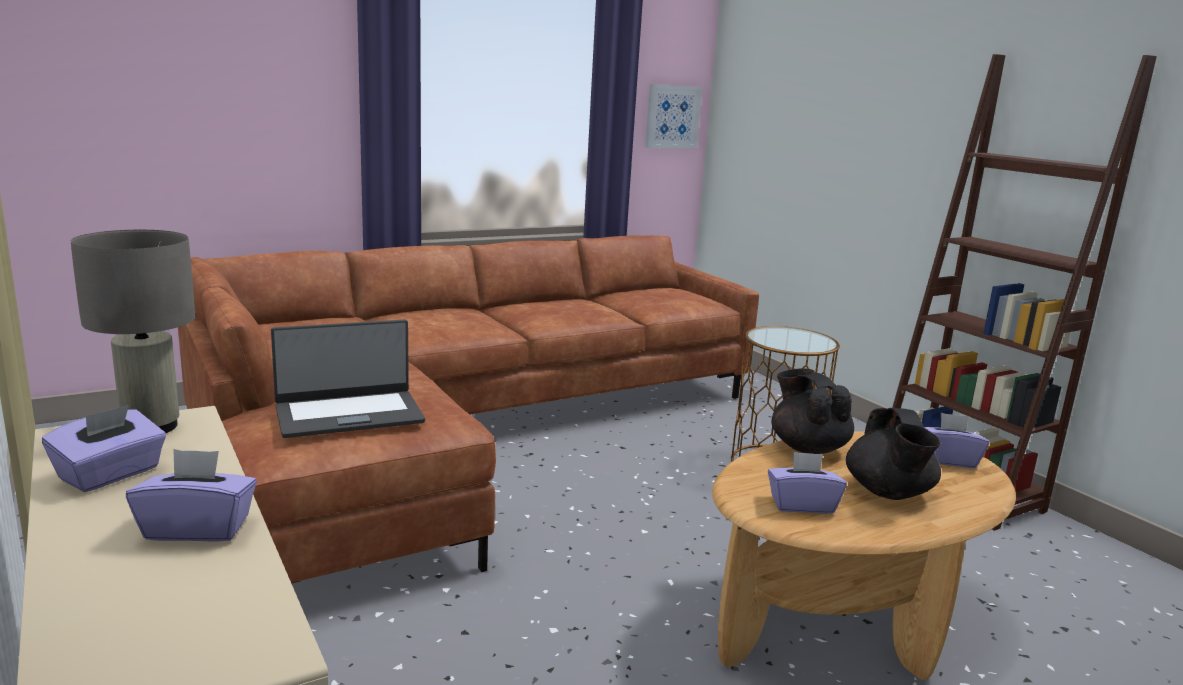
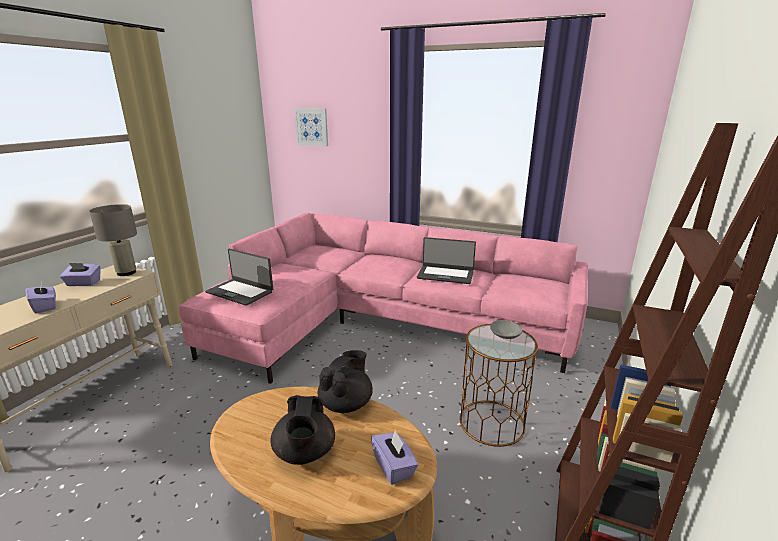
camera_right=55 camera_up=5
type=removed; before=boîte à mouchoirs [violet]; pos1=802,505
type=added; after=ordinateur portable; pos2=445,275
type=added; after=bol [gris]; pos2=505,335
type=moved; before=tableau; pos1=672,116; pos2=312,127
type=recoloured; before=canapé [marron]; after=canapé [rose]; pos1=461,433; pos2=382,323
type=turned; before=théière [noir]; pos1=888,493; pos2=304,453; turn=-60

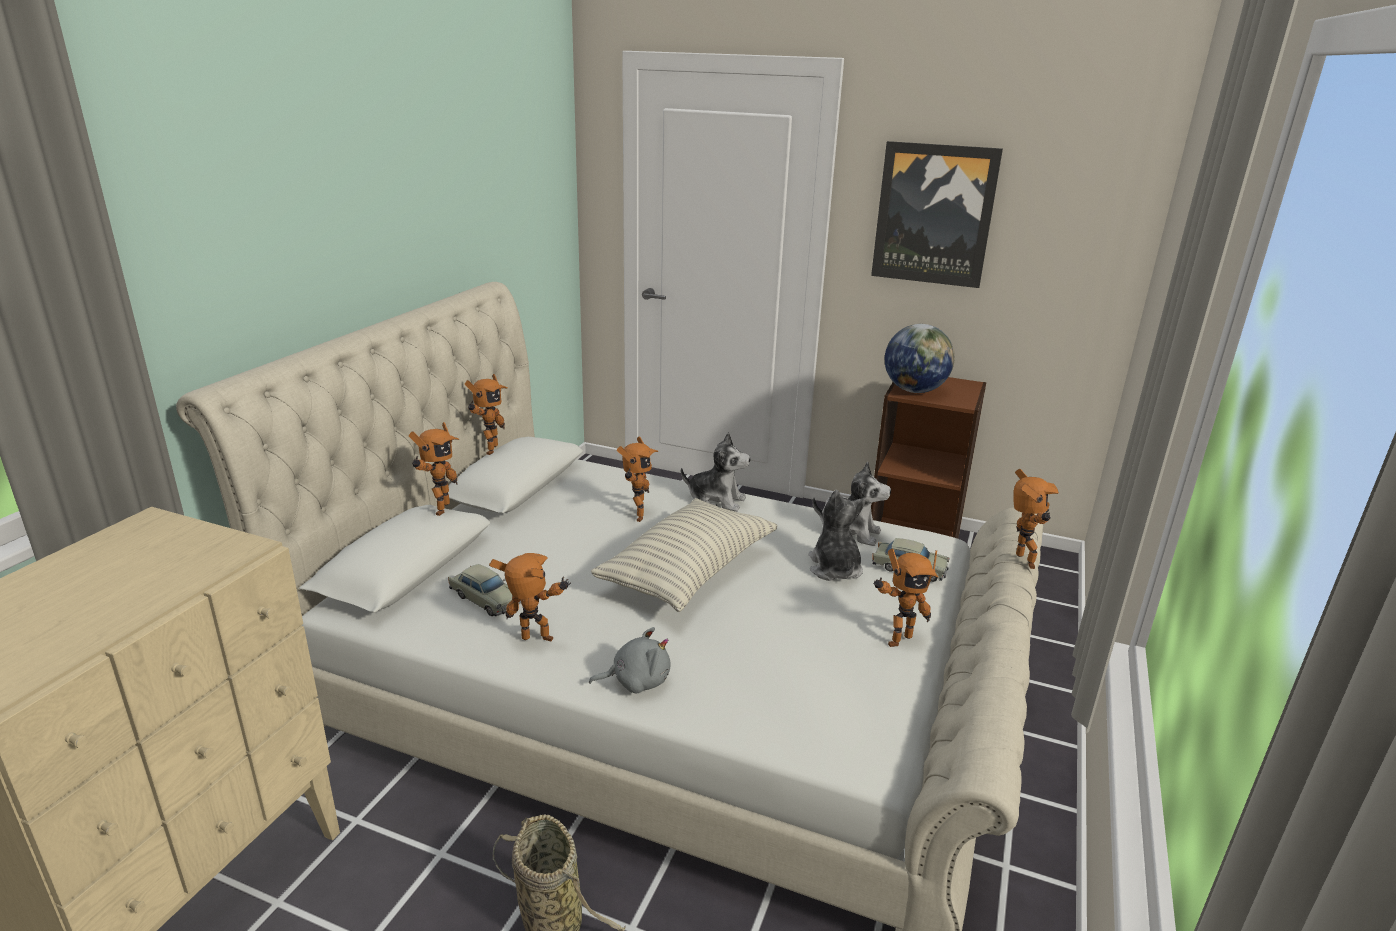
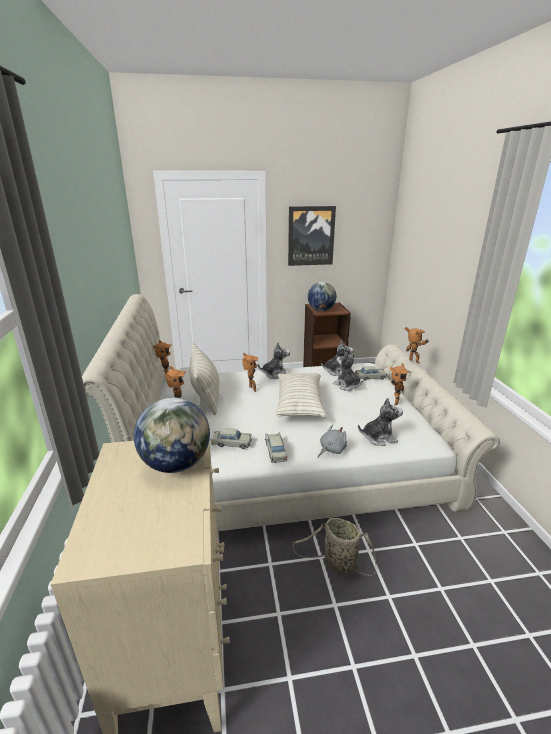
camera_right=-30 camera_up=0
type=added; after=globe; pos2=176,464
type=added; after=coussin; pos2=206,395
type=added; after=peluche; pos2=378,437
type=replaced; before=robot jouet; after=petite voiture [beige]; pos1=536,642; pos2=275,451

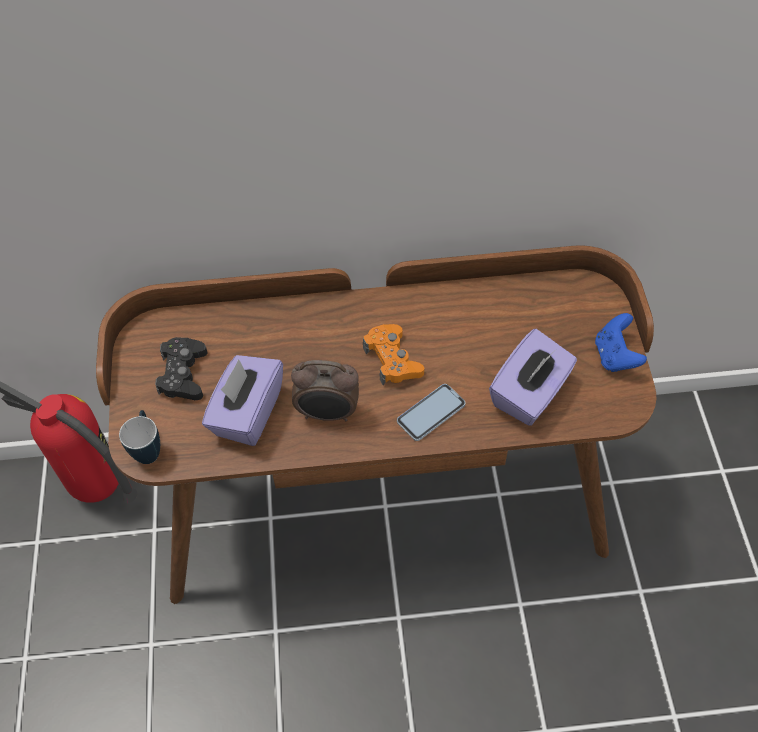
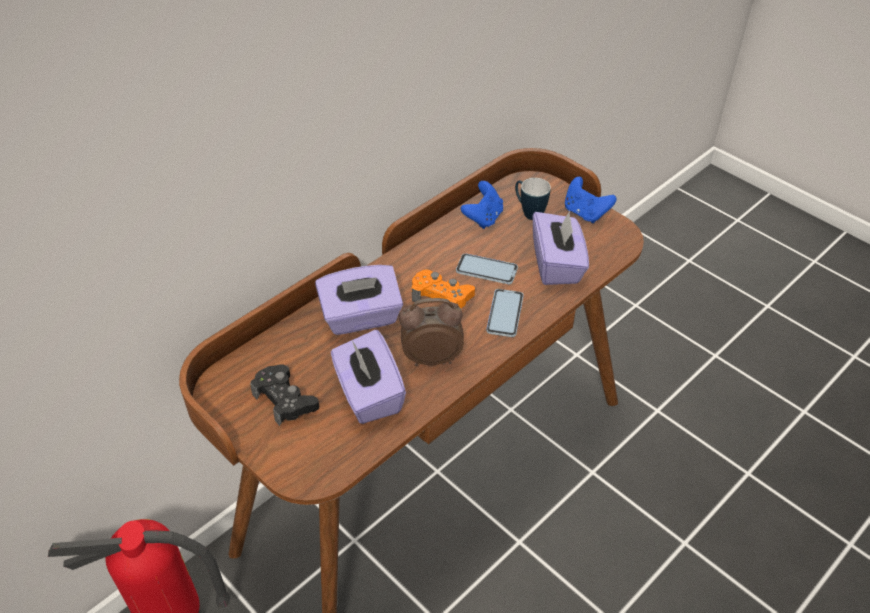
camera_right=-40 camera_up=-10
type=added; after=boîte à mouchoirs [violet]; pos2=361,317
type=added; after=téléphone; pos2=486,270
type=added; after=manette [bleu]; pos2=483,218
type=moved; before=mug; pos1=148,448; pos2=528,212
type=turned; before=réveil; pos1=328,413; pos2=431,358; turn=-150

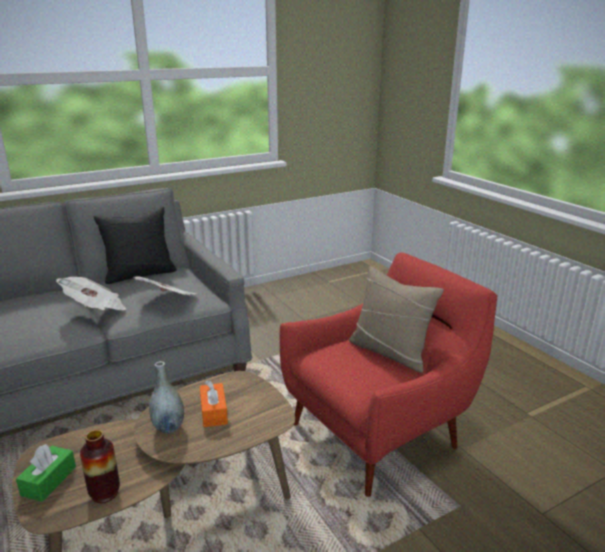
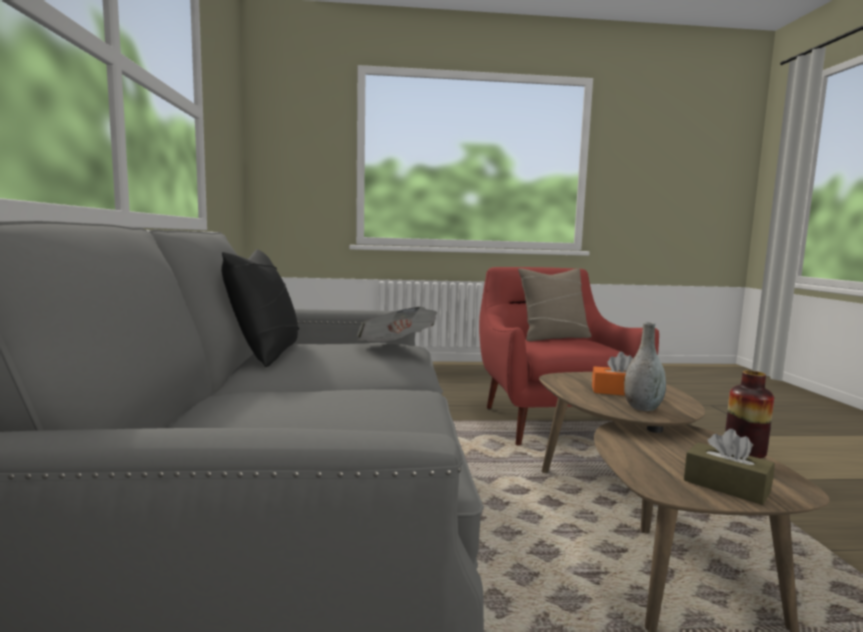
camera_right=-65 camera_up=-15
type=removed; before=journal; pos1=95,309
type=recoloured; before=boîte à mouchoirs [vert]; after=boîte à mouchoirs [marron]; pos1=49,481; pos2=726,486

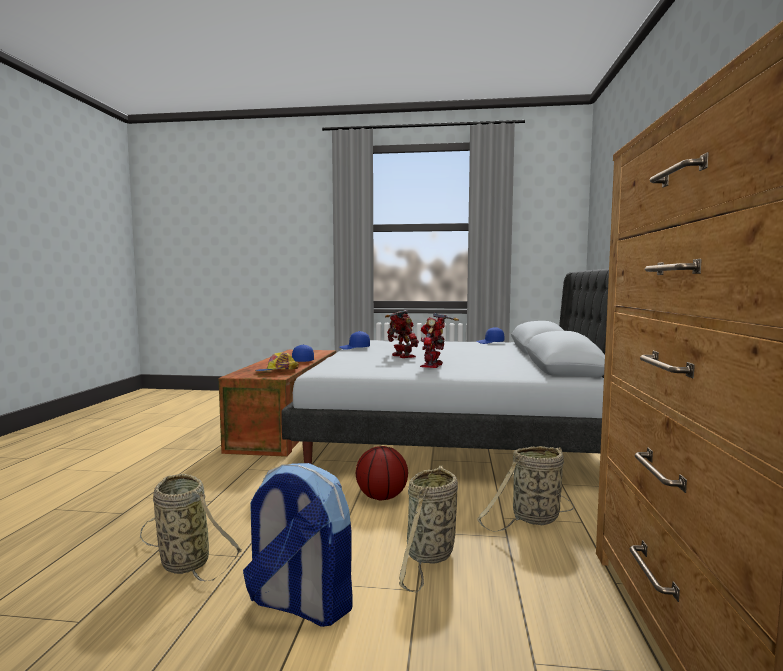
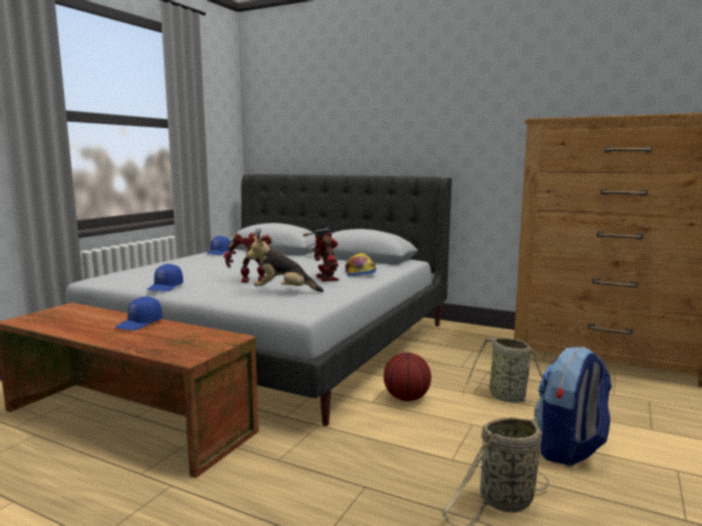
camera_right=-70 camera_up=5
type=removed; before=panier; pos1=533,519
type=added; after=peluche; pos2=283,292
type=moved; before=casquette; pos1=277,371; pos2=360,273
type=turned; before=robot jouet; pos1=433,365; pos2=325,279; turn=-150

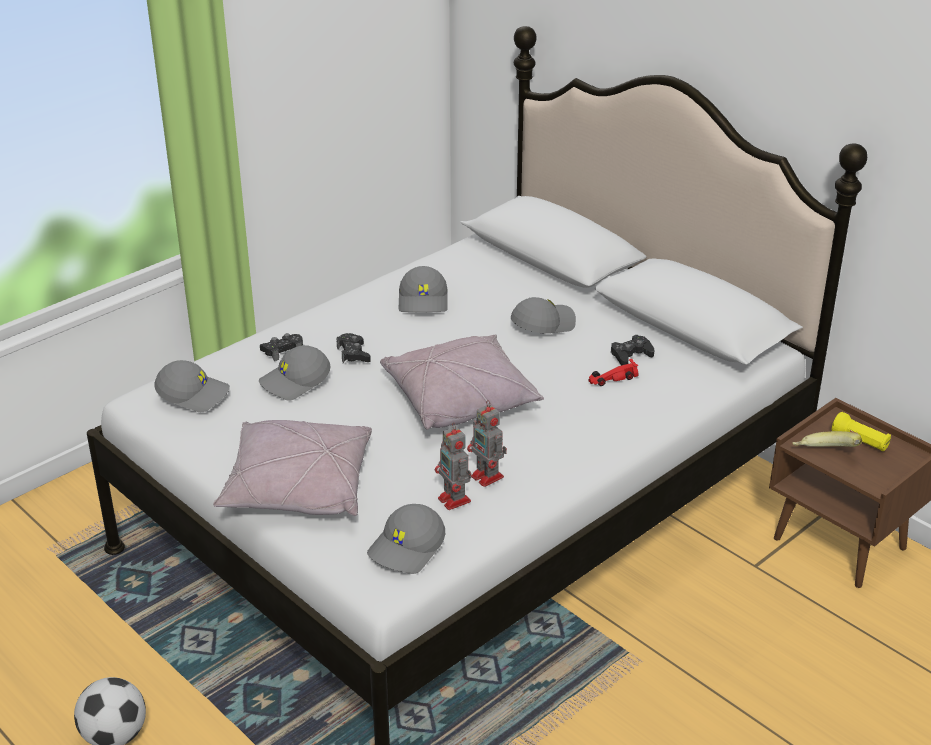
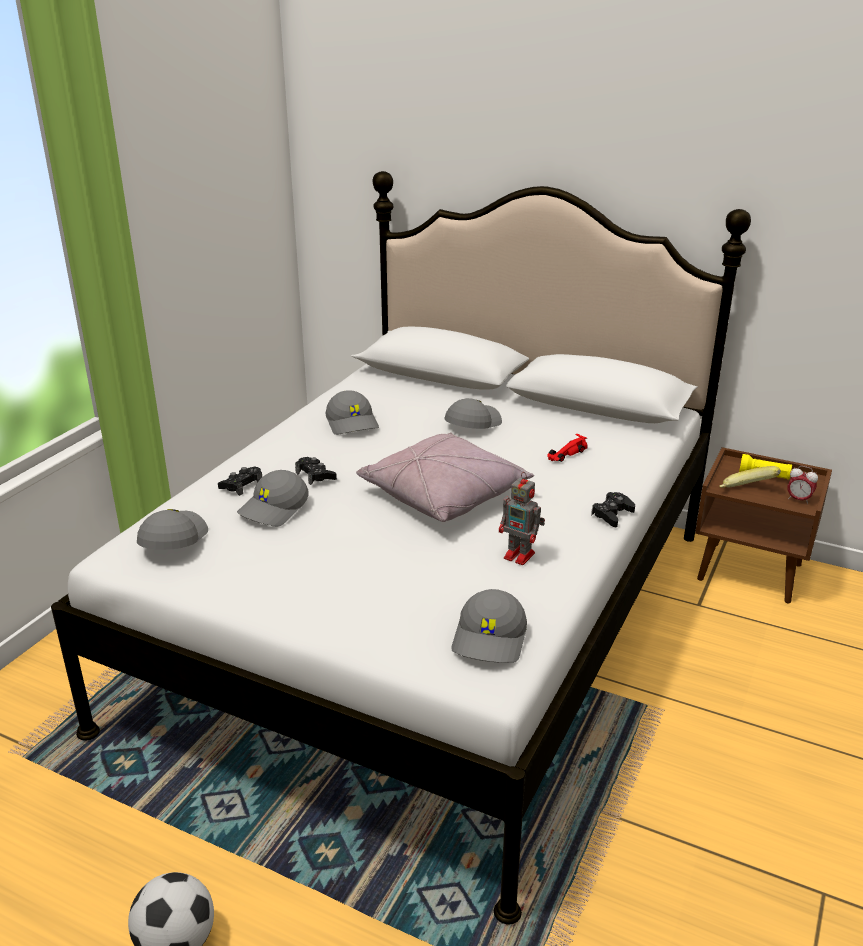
camera_right=-20 camera_up=-5
type=removed; before=coussin [violet]; pos1=298,488
type=removed; before=robot jouet; pos1=455,501
type=added; after=réveil; pos2=798,500
type=moved; before=manette [noir]; pos1=631,355; pos2=612,514
type=turned; before=casquette [gris]; pos1=194,394; pos2=172,539; turn=-75

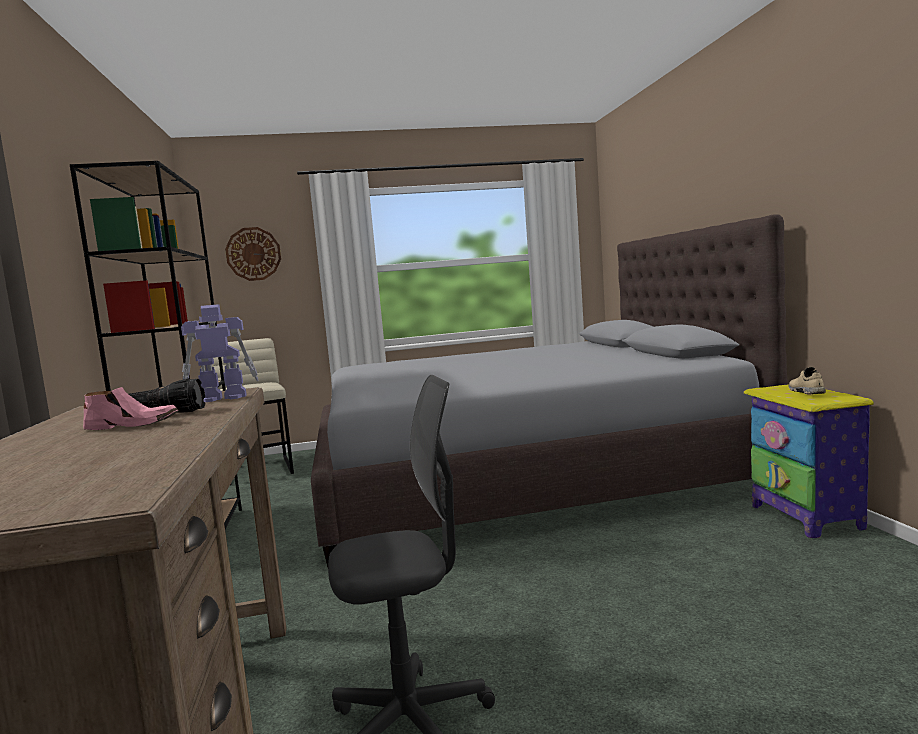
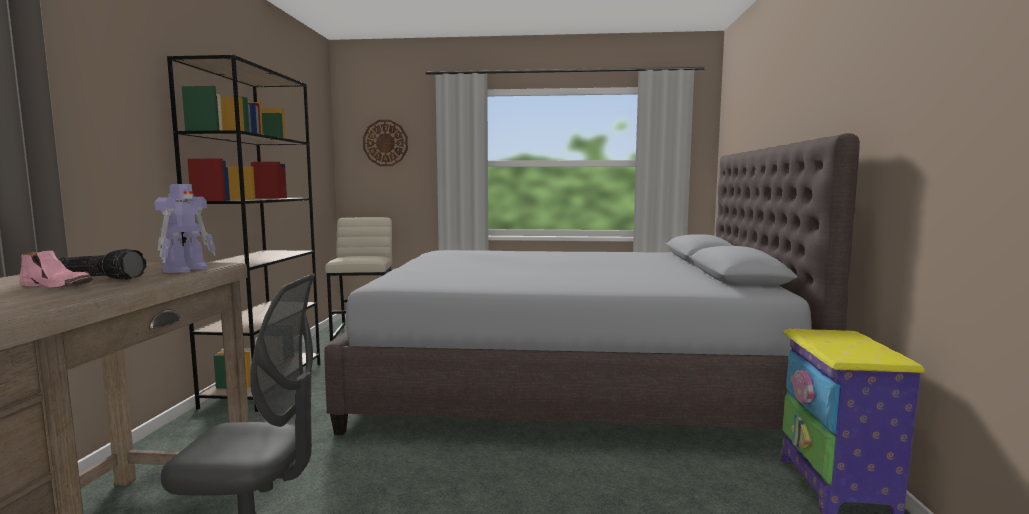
camera_right=15 camera_up=0
type=removed; before=chaussure [beige]; pos1=805,391
type=turned; before=robot jouet; pos1=222,398; pos2=187,269; turn=105

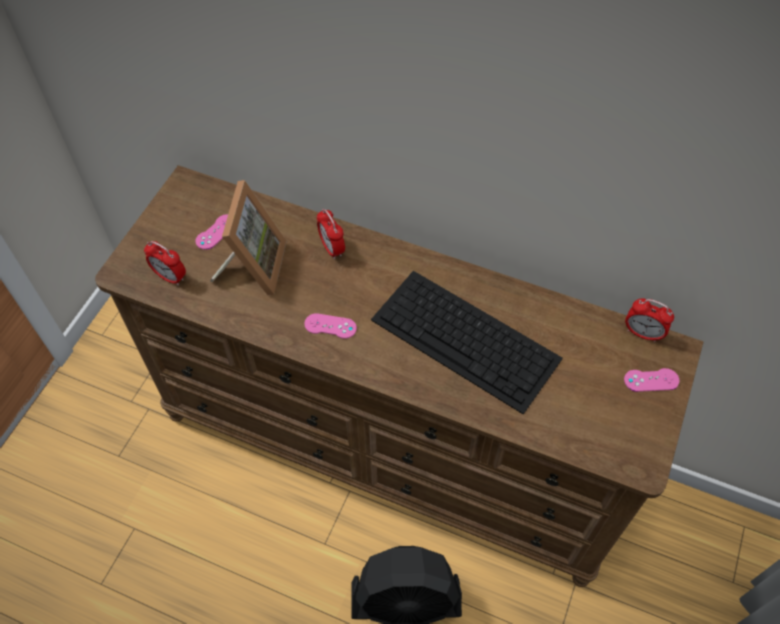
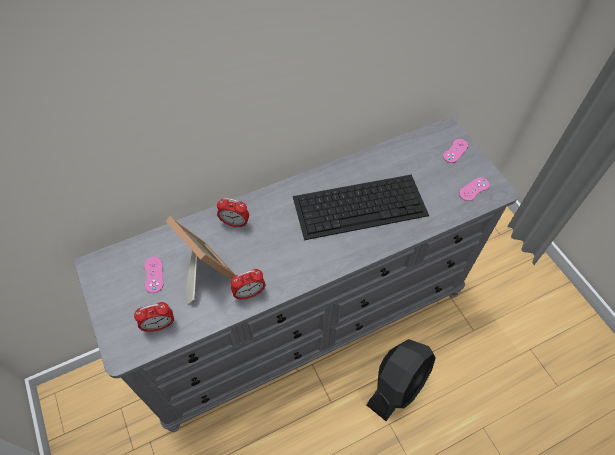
camera_right=-50 camera_up=0
type=moved; before=manette [rose]; pos1=330,326; pos2=474,189
type=moved; before=réveil; pos1=642,333; pos2=249,293
type=recoloured; before=commode [marron]; after=commode [gris]; pos1=392,446; pos2=306,321

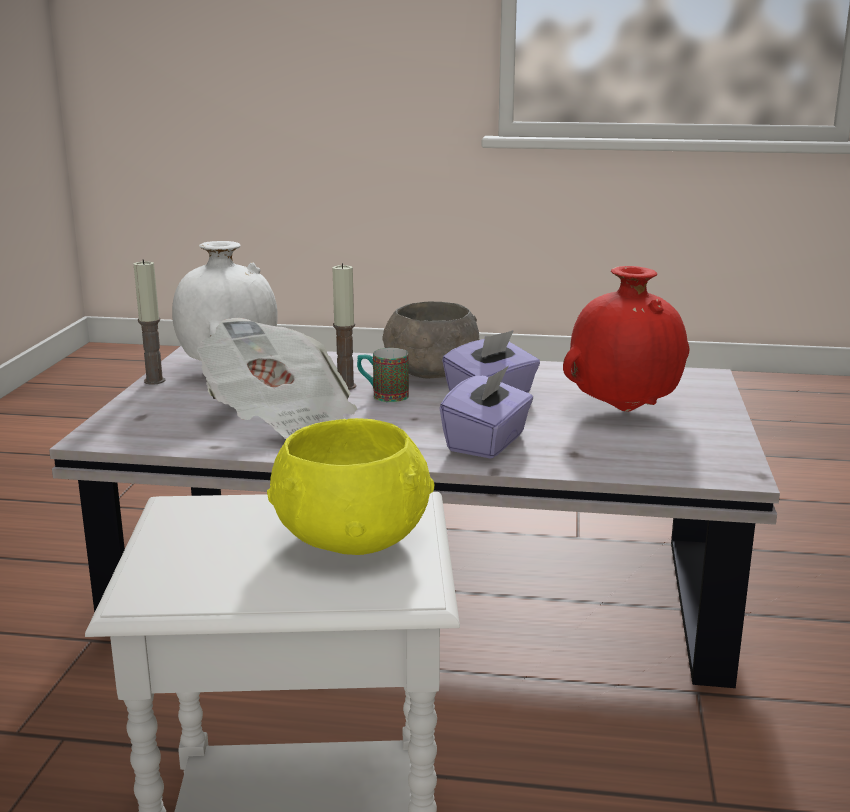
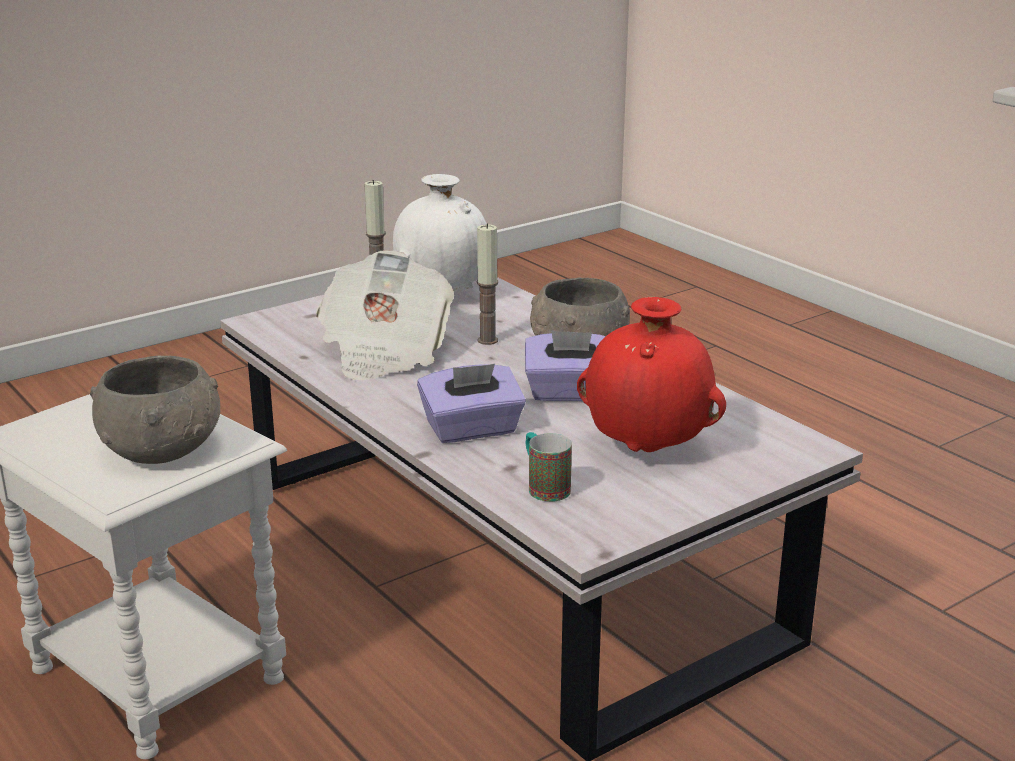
camera_right=45 camera_up=5
type=moved; before=mug; pos1=383,396; pos2=544,487
type=recoloured; before=bol [jaune]; after=bol [gris]; pos1=352,537; pos2=163,449

